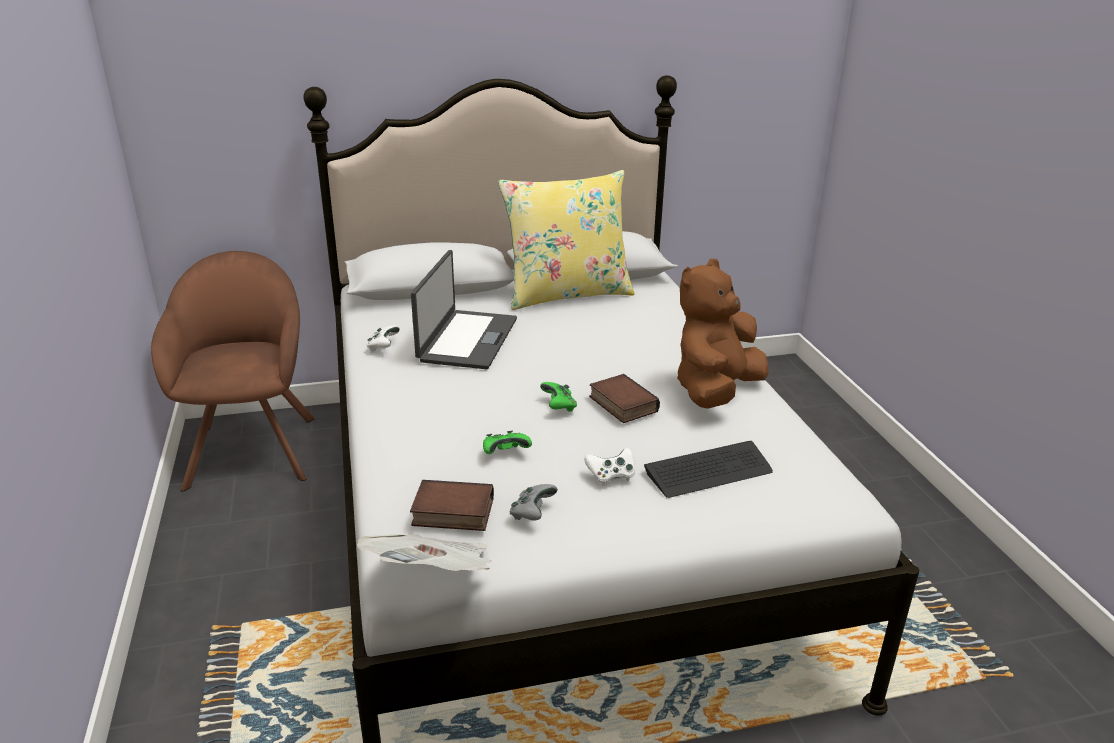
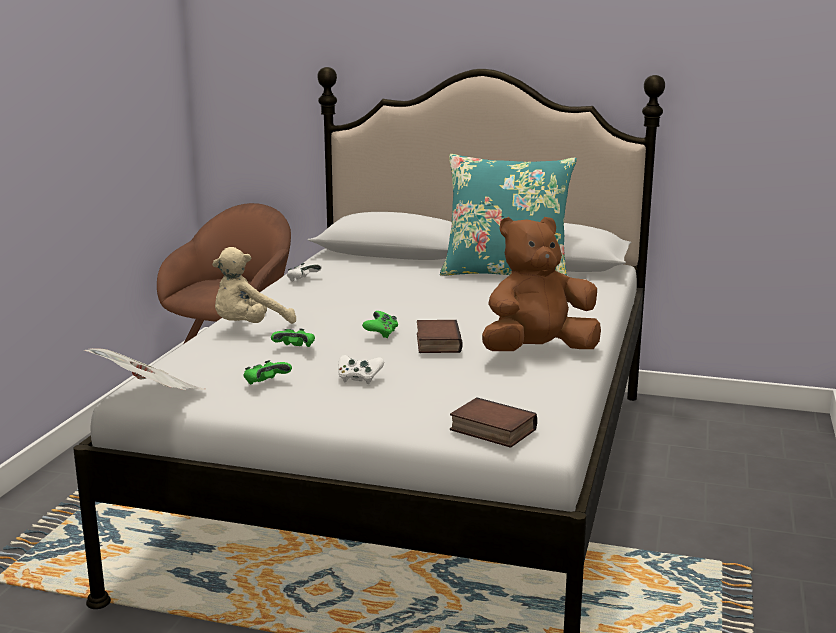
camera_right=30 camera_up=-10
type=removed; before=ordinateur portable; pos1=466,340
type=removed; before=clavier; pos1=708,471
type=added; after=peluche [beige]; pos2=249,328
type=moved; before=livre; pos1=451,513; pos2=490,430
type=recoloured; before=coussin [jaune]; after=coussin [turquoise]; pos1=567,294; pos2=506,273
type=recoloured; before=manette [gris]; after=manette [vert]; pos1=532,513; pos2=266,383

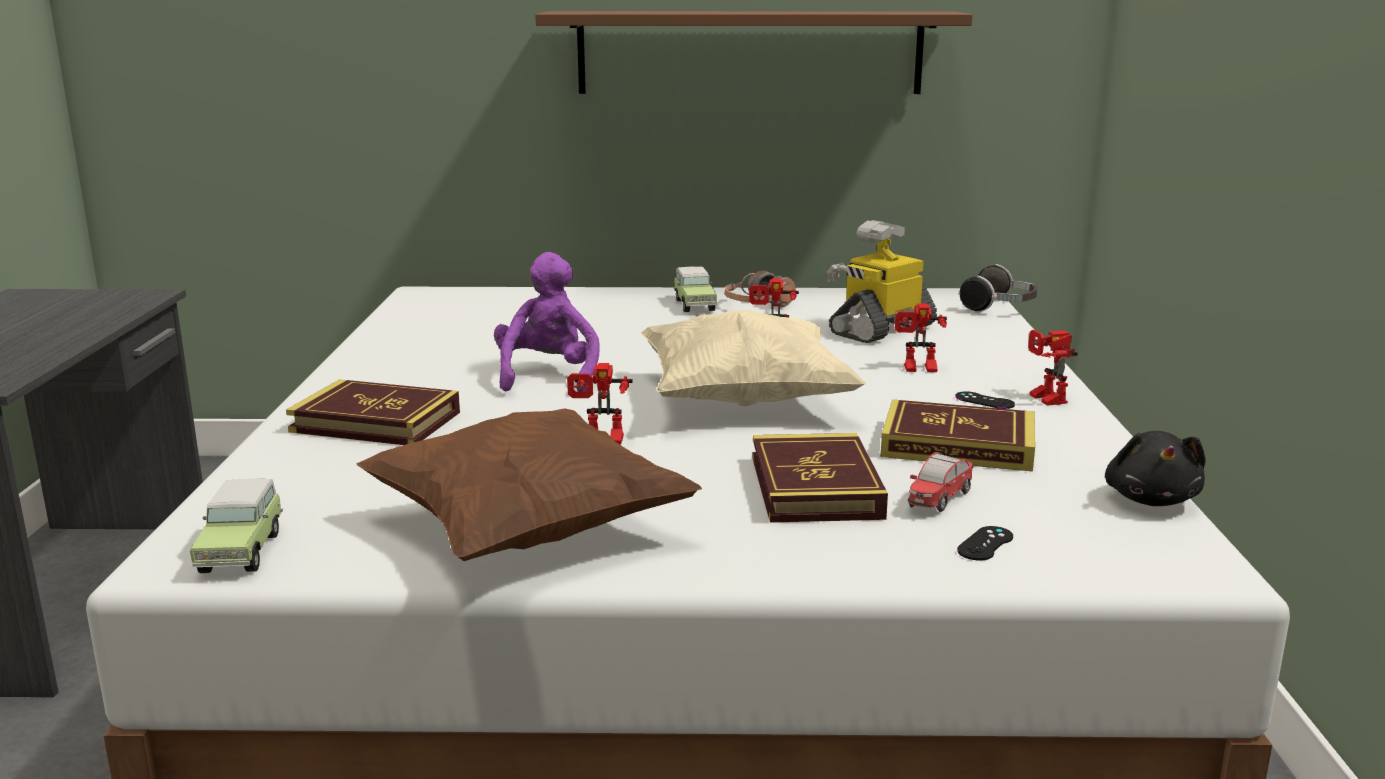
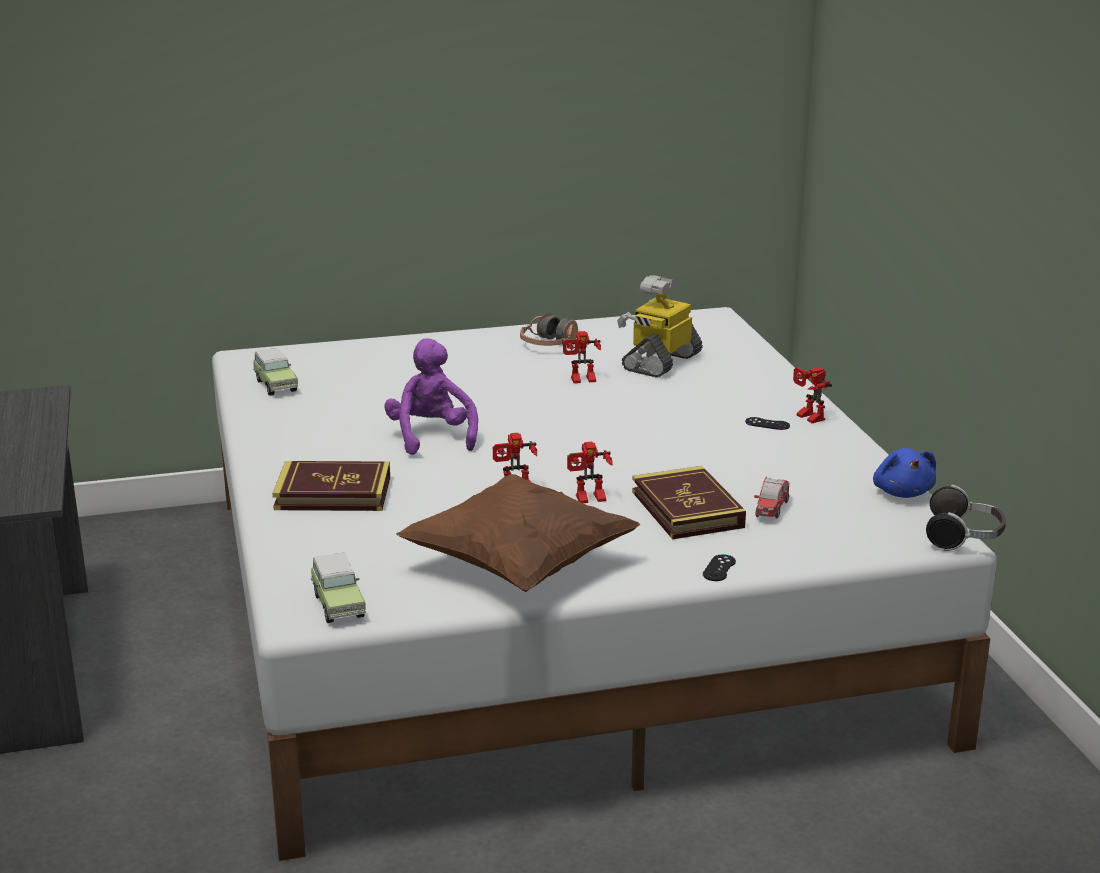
camera_right=-15 camera_up=5
type=removed; before=étagère [marron]; pos1=749,52
type=removed; before=coussin [beige]; pos1=744,400
type=removed; before=livre; pos1=958,445
type=moved; before=petite voiture; pos1=694,304; pos2=275,385
type=moved; before=robot jouet; pos1=918,370; pos2=589,500
type=moved; before=manette [noir]; pos1=985,544; pos2=719,568
type=moved; before=casque audio; pos1=1000,307; pos2=964,537
type=recoloured; before=peluche [noir]; after=peluche [bleu]; pos1=1151,499; pos2=902,492

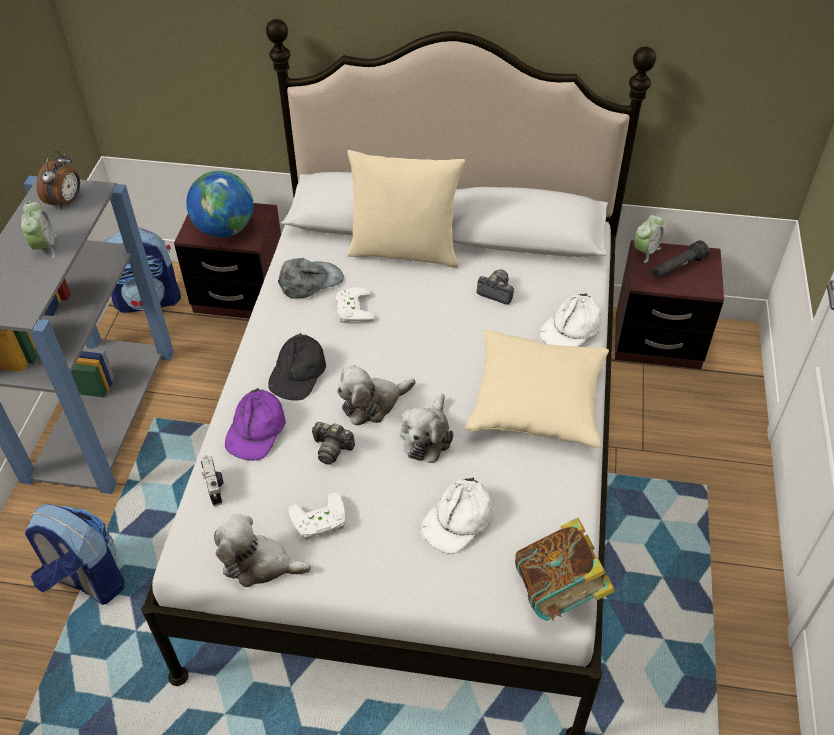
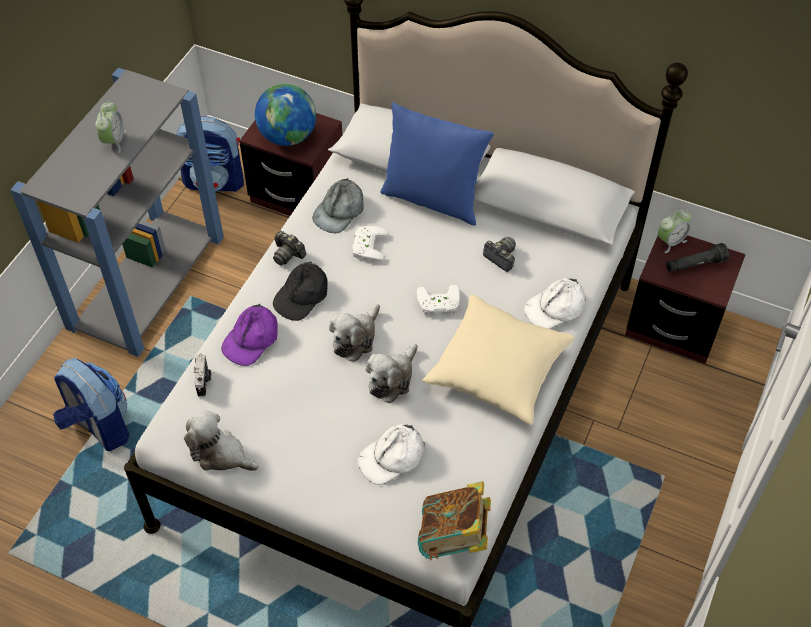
camera_right=15 camera_up=5
type=removed; before=réveil; pos1=66,202
type=moved; before=manette [blanc]; pos1=319,522; pos2=438,304
type=moved; before=appareil photo; pos1=332,448; pos2=287,254
type=recoloured; before=coussin [beige]; after=coussin [bleu]; pos1=405,251; pos2=433,199
type=turned; before=casquette [gris]; pos1=310,281; pos2=339,210; turn=135
type=turned; before=peluche; pos1=373,404; pos2=355,338; turn=-45

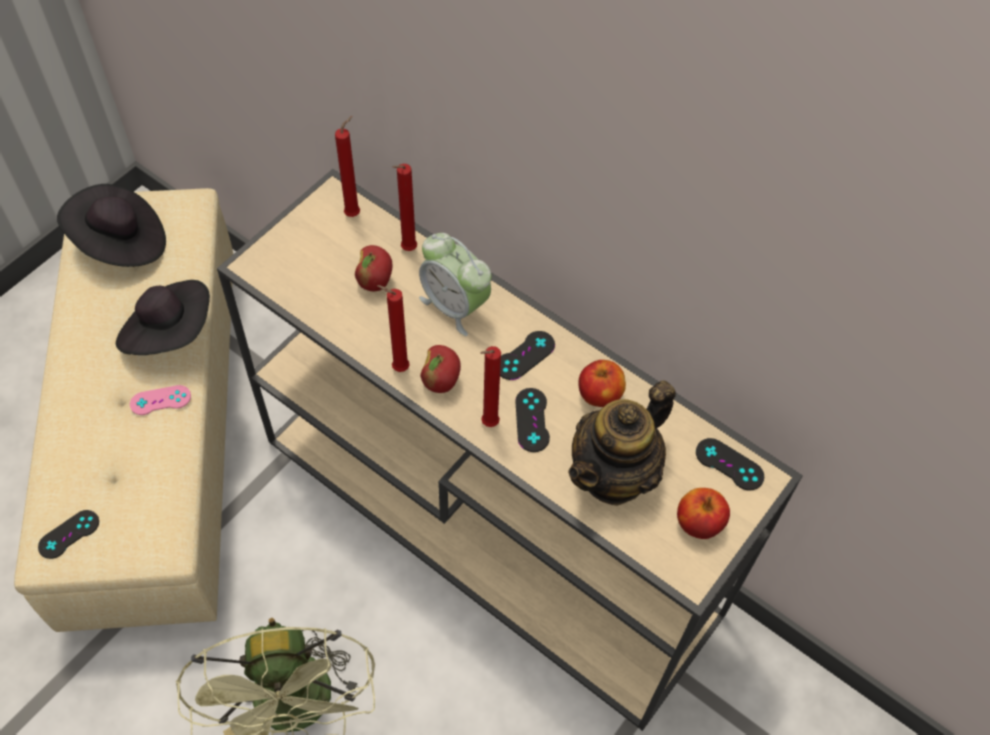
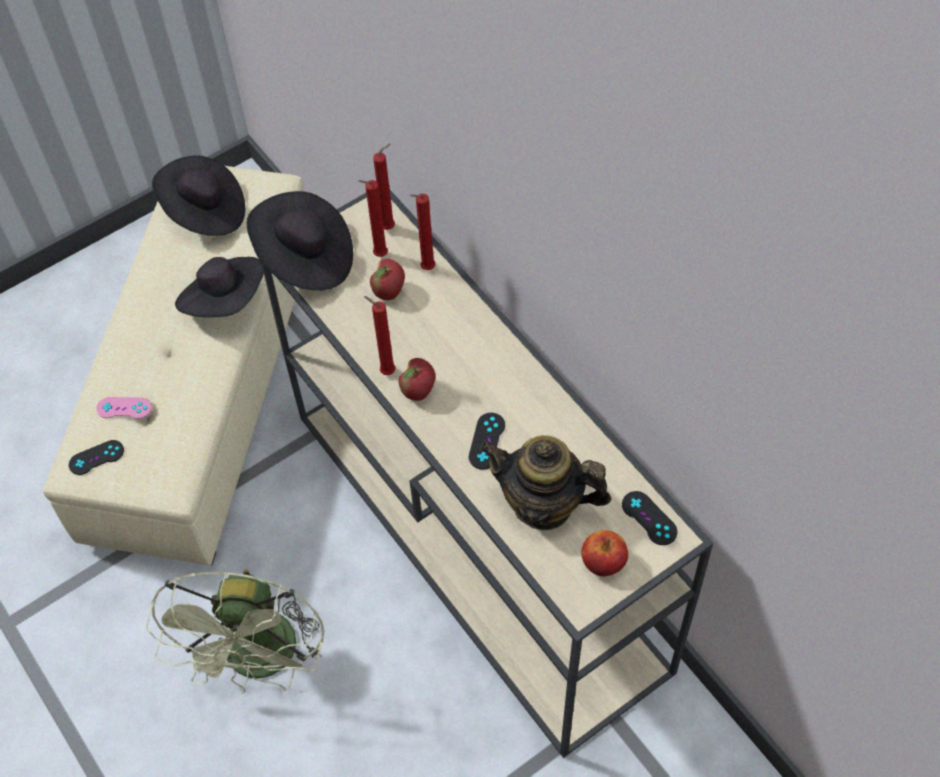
camera_right=20 camera_up=0
type=removed; before=réveil; pos1=455,306
type=removed; before=manette [noir]; pos1=525,355
type=removed; before=pomme; pos1=599,395
type=added; after=chapeau [noir]; pos2=305,258
type=moved; before=manette [rose]; pos1=160,400; pos2=124,408
type=moved; before=bougie [rouge]; pos1=487,424; pos2=378,255
type=turned; before=théière; pos1=614,474; pos2=543,504; turn=45

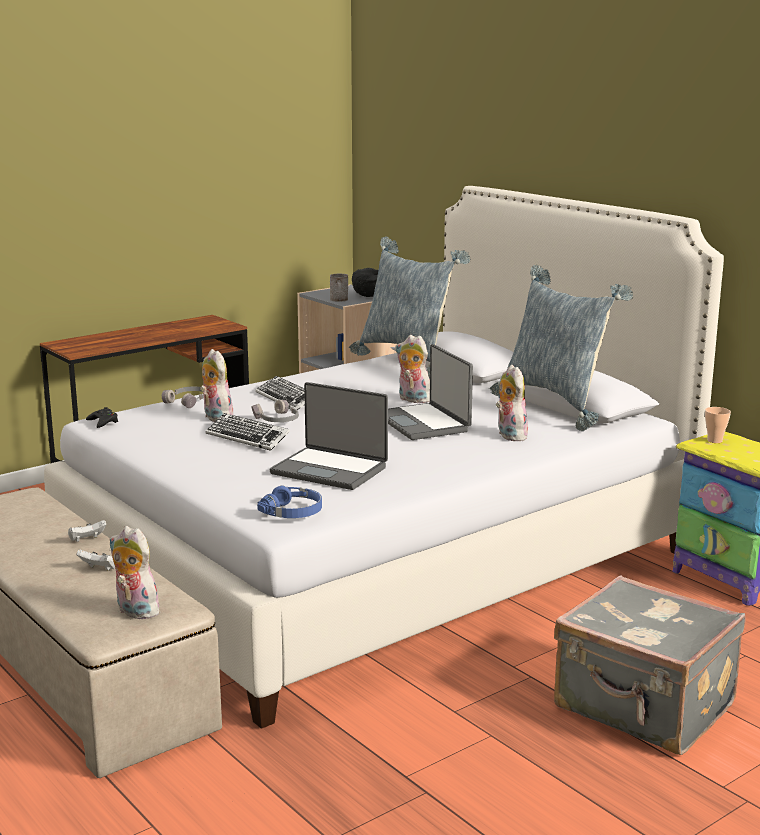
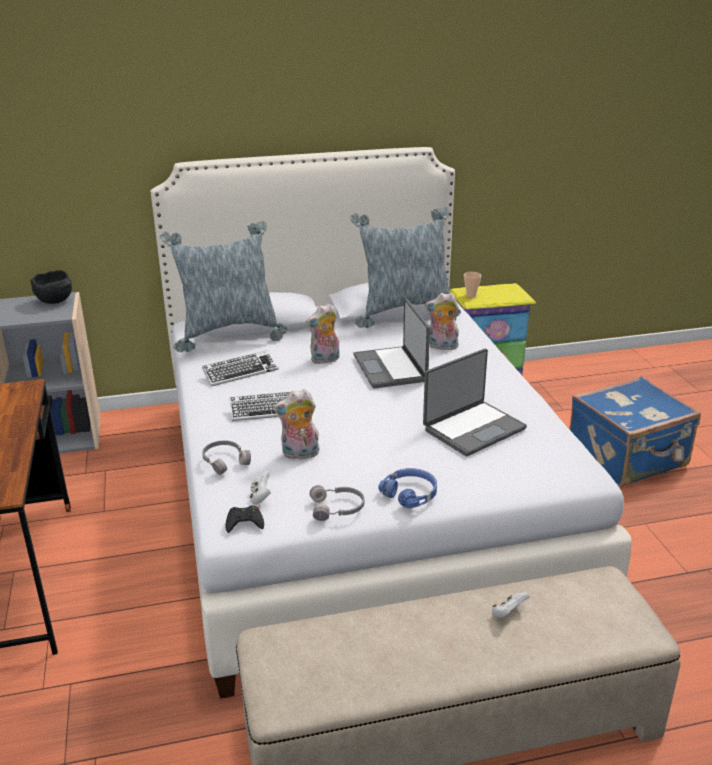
camera_right=-65 camera_up=10
type=removed; before=peluche; pos1=134,611
type=removed; before=mug [gris]; pos1=339,300
type=moved; before=manette [blanc]; pos1=86,540; pos2=260,497
type=moved; before=clavier; pos1=247,437; pos2=240,372
type=moved; before=casque audio [gris]; pos1=277,420; pos2=337,508
type=moved; before=casque audio [bleu]; pos1=293,512; pos2=410,493
type=recoloured; before=valise [gris]; after=valise [bleu]; pos1=644,708; pos2=628,459
type=turned; before=ordinateur portable; pos1=424,423; pos2=391,368; turn=75

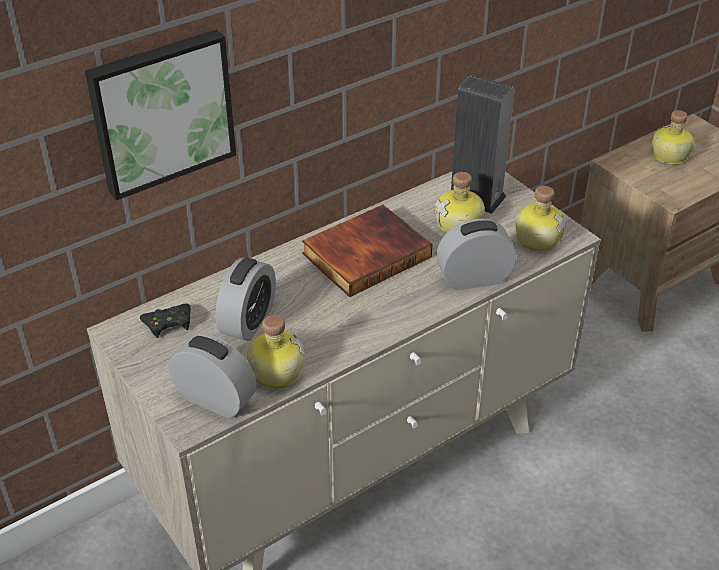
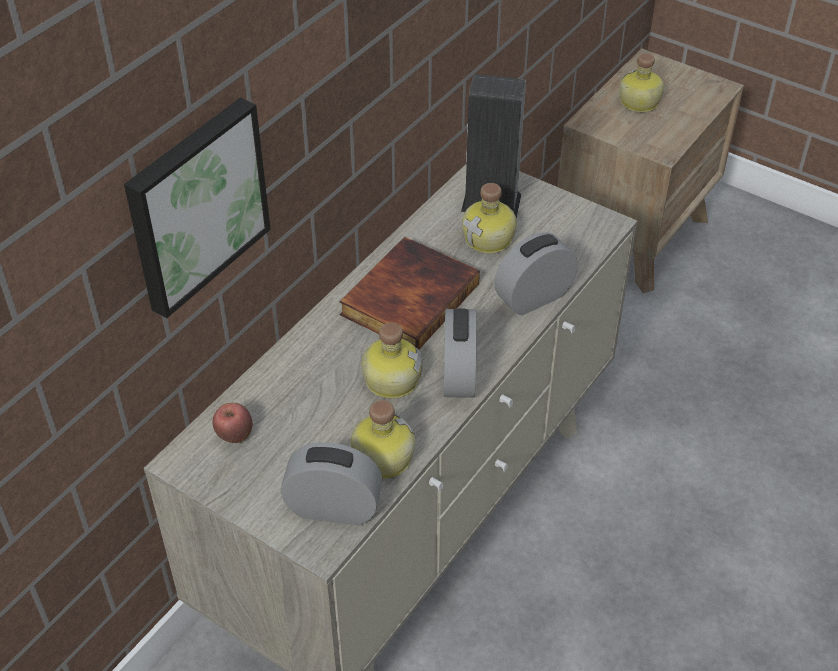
camera_right=-20 camera_up=5
type=moved; before=réveil; pos1=248,321; pos2=459,376
type=moved; before=bouteille; pos1=537,238; pos2=390,379
type=replaced; before=manette [noir]; after=pomme; pos1=168,323; pos2=235,436

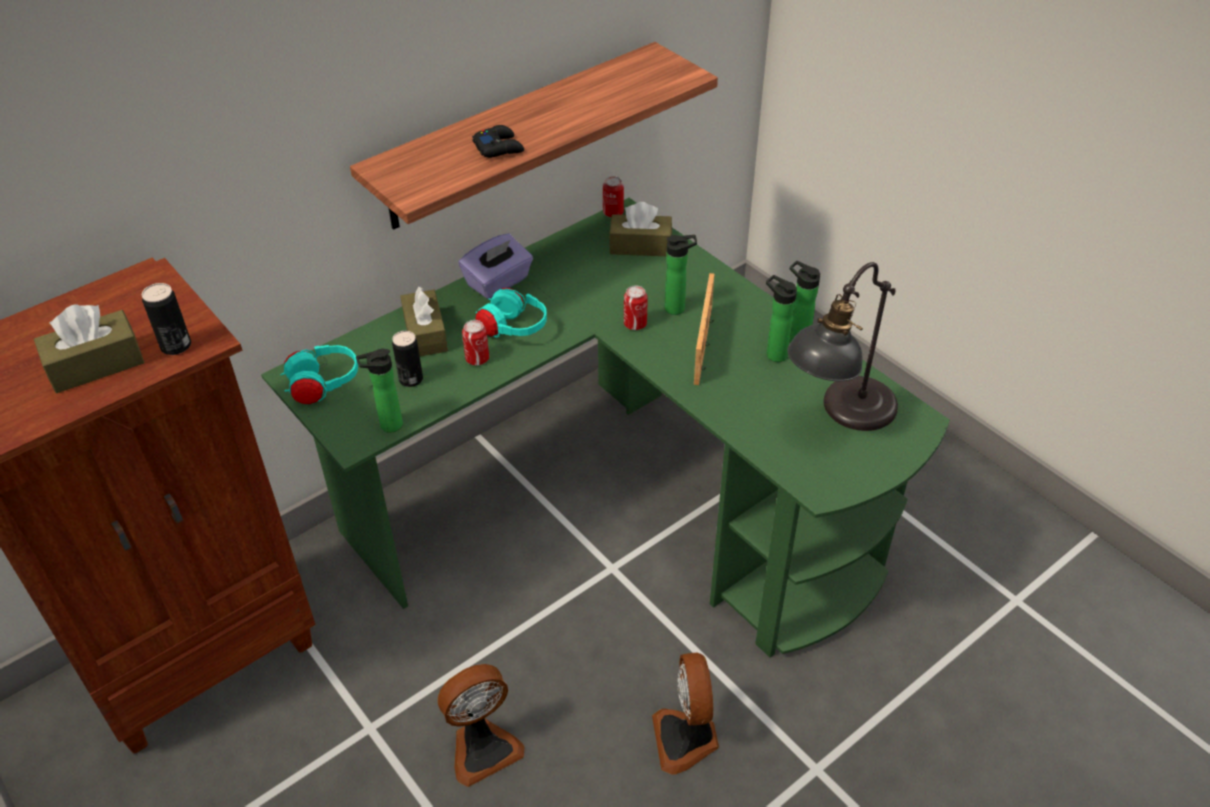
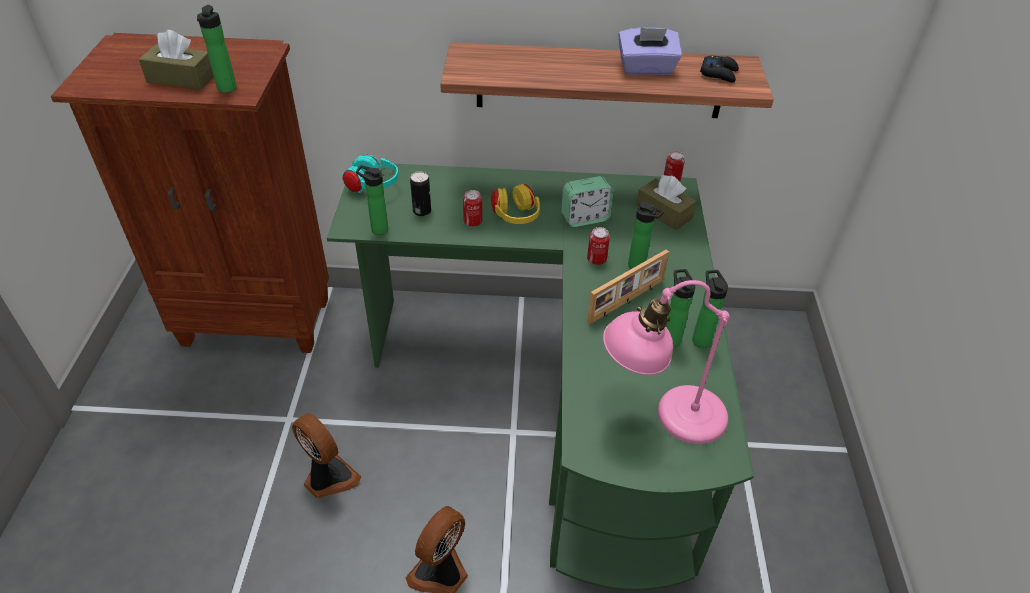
camera_right=40 camera_up=0
type=removed; before=boîte à mouchoirs [marron]; pos1=425,334
type=added; after=réveil; pos2=585,218
type=moved; before=boîte à mouchoirs [violet]; pos1=498,282; pos2=646,69
type=moved; before=manette [noir]; pos1=499,148; pos2=719,73
type=replaced; before=boîte métallique; after=bouteille; pos1=176,346; pos2=226,90
type=recoloured; before=casque audio [turquoise]; after=casque audio [jaune]; pos1=513,329; pos2=515,217
type=recoloured; before=lampe de table [gris]; after=lampe de table [rose]; pos1=839,420; pos2=661,414
type=turned; before=ventilateur; pos1=482,748; pos2=328,478; turn=-150

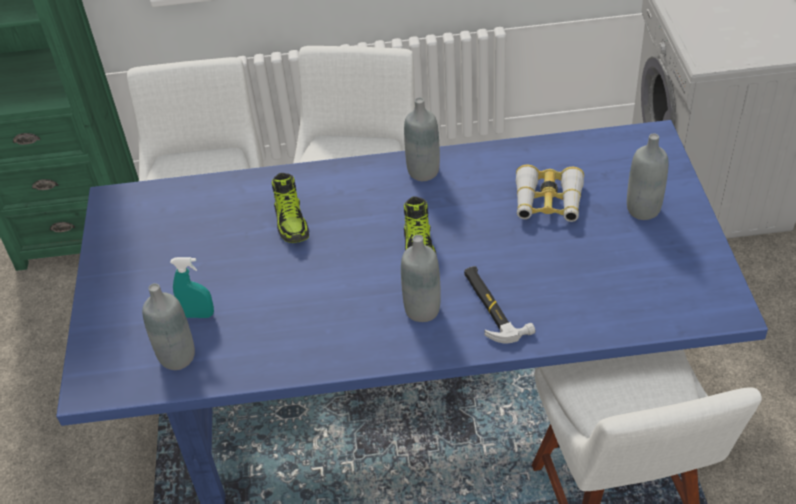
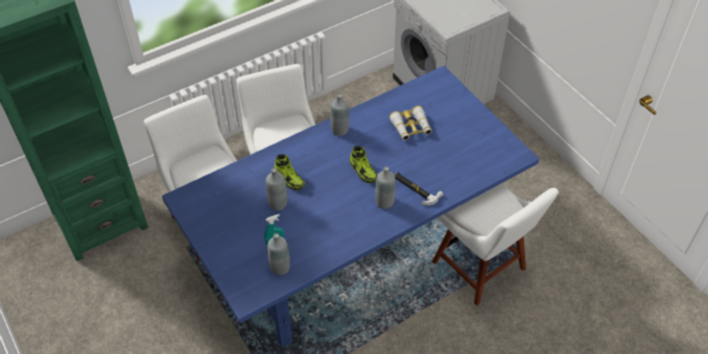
camera_right=-30 camera_up=5
type=moved; before=bouteille [gris]; pos1=643,209; pos2=277,203

